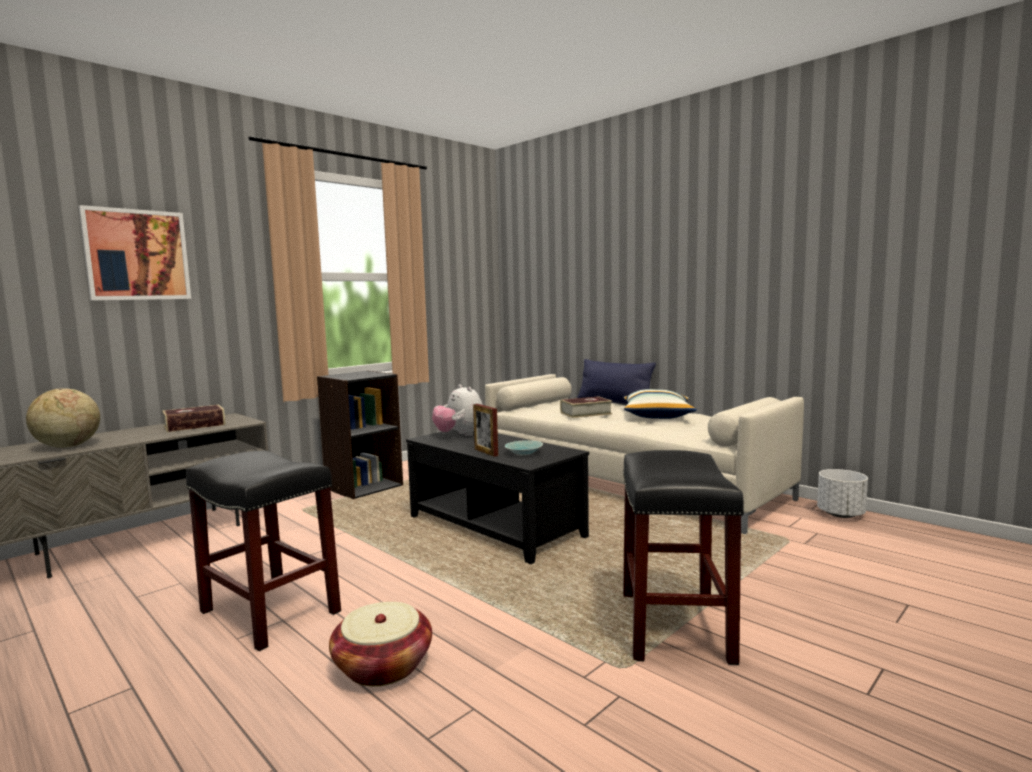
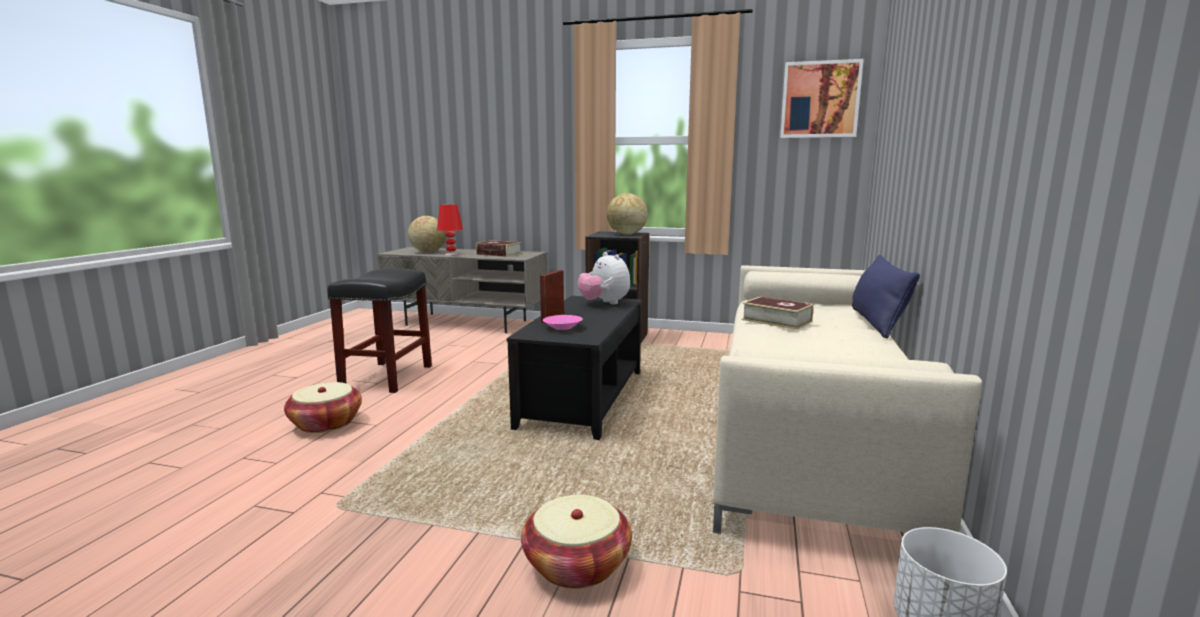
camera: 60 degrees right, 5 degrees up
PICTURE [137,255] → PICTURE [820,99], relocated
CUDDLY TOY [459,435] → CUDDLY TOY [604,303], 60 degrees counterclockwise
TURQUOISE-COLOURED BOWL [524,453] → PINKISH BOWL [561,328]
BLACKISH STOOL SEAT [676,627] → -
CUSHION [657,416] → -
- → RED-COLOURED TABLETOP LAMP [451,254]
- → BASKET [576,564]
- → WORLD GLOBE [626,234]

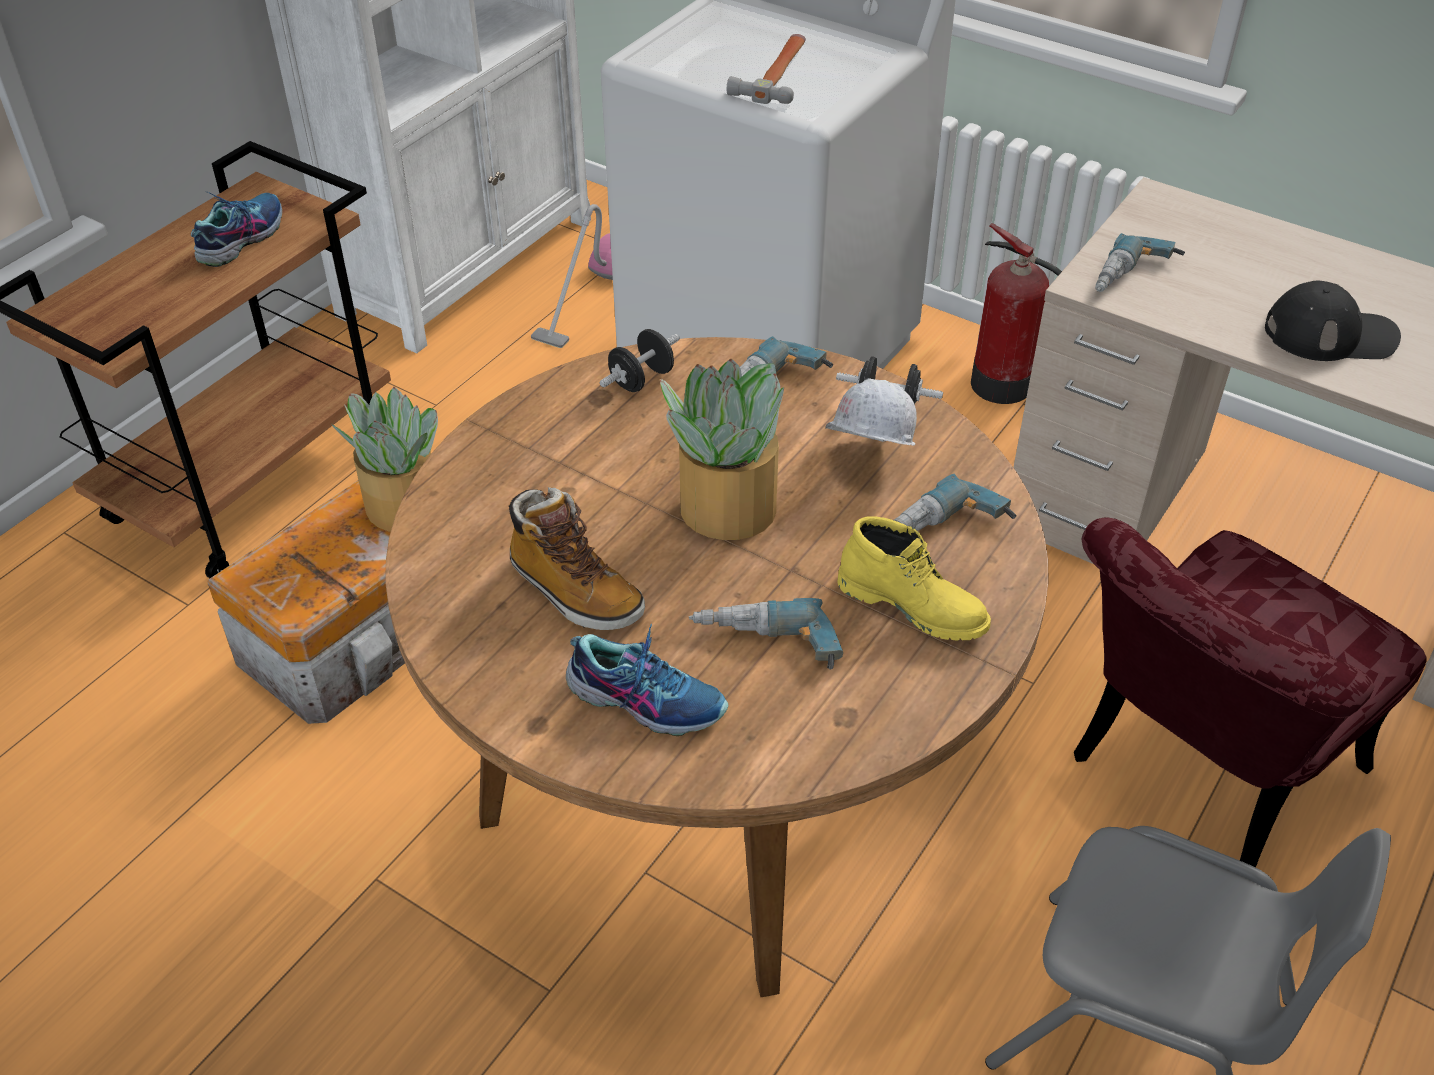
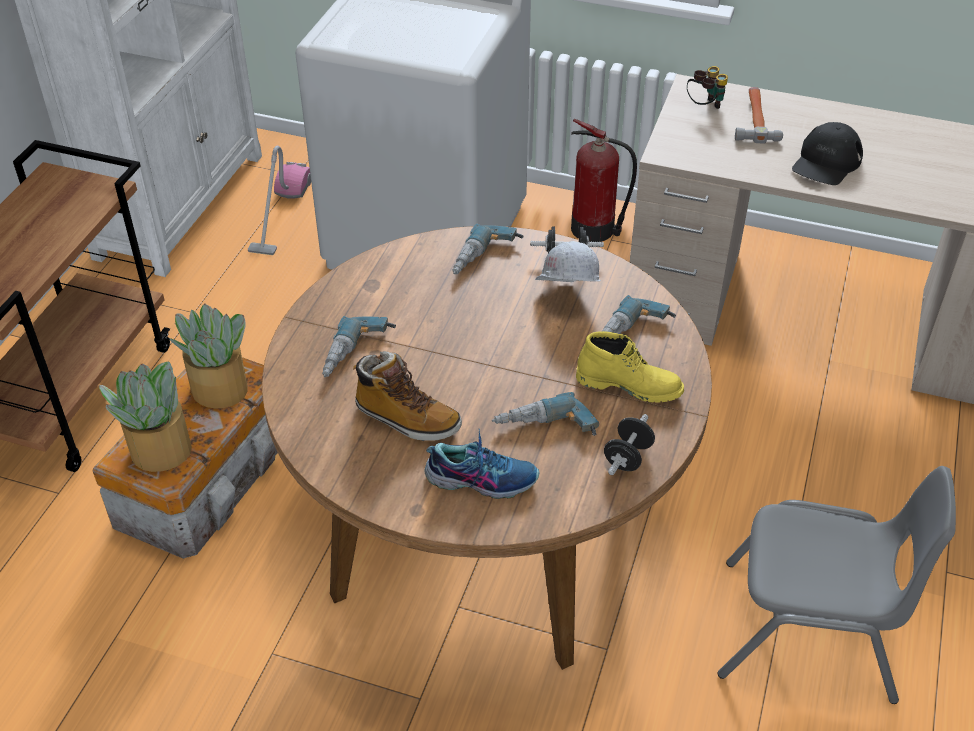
camera: 15 degrees left, 0 degrees up
LOW SHOE [241,238] → -
BLACKISH HAND WEIGHT [641,379] → BLACKISH HAND WEIGHT [627,457], relocated
PLANT IN A POT [725,508] → PLANT IN A POT [160,450], relocated
HAMMER [777,74] → HAMMER [755,118], relocated
RED-COLOURED UPRIGHT CHAIR [1198,779] → -
ELECTRIC DRILL [1135,278] → ELECTRIC DRILL [358,355], relocated
BLACKISH CAP [1330,334] → BLACKISH CAP [826,162], 135 degrees clockwise
- → BINOCULARS [704,106]

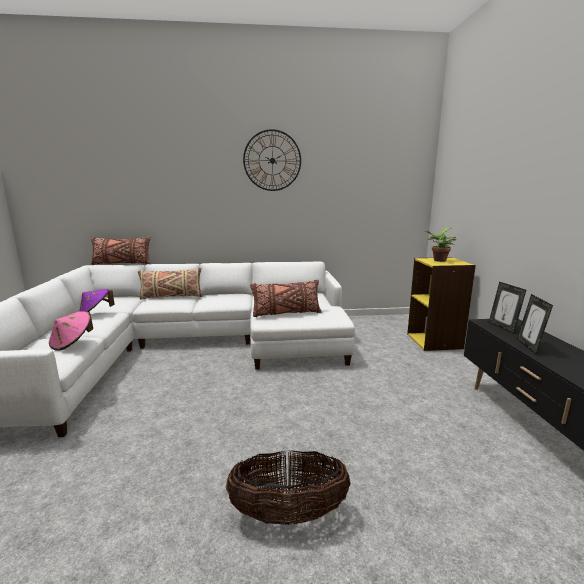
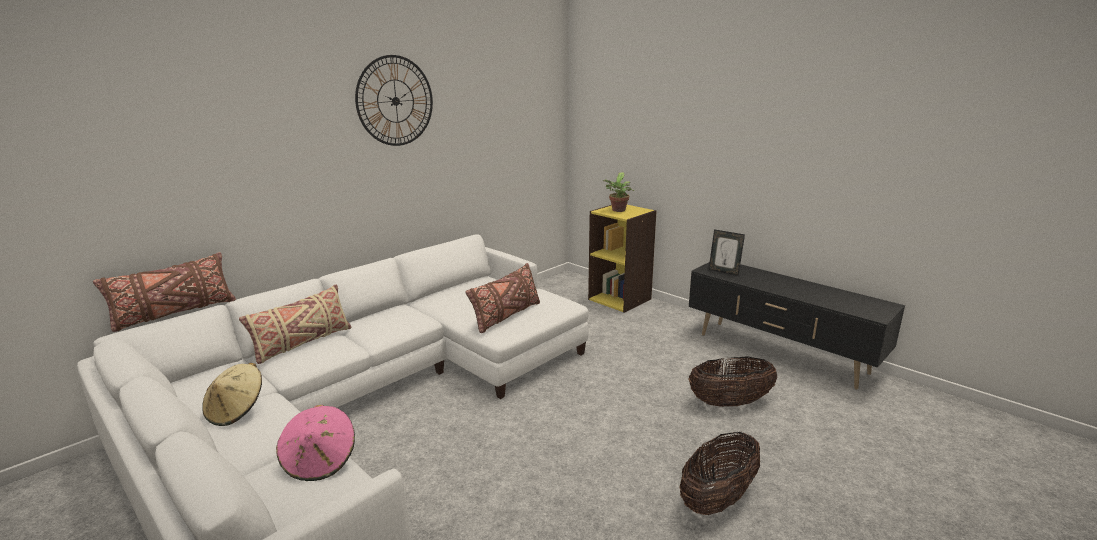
camera: 40 degrees left, 5 degrees up
PURPLE-COLOURED CLOTHING HAT [96,313] → BEIGE CLOTHING HAT [237,411]
STANDING FRAME [529,346] → -
- → BASKET [729,403]

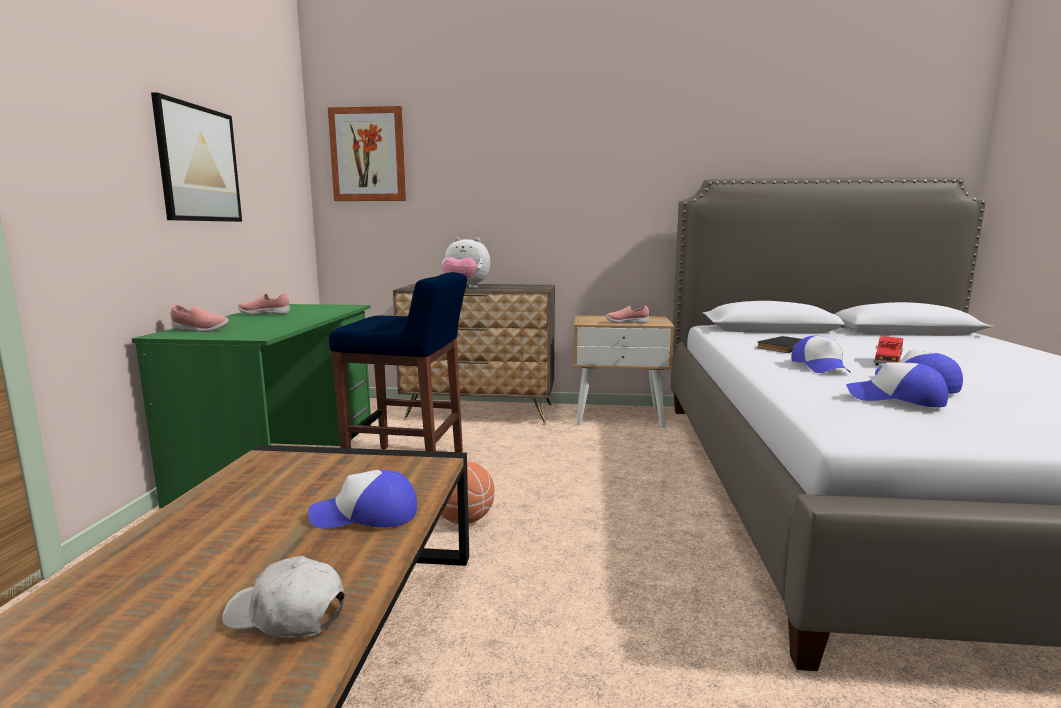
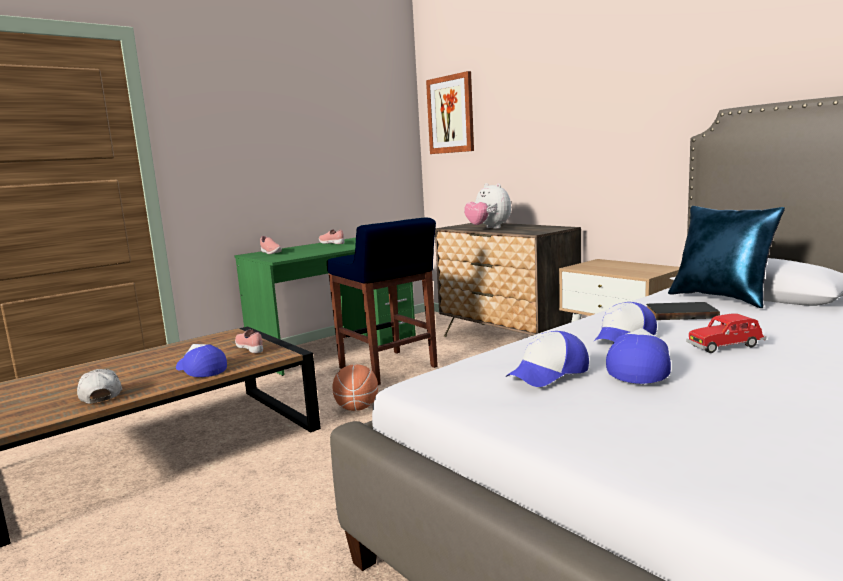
camera: 45 degrees right, 0 degrees up
PICTURE [198,164] → -
PINKISH LOW SHOE [627,323] → PINKISH LOW SHOE [250,349], relocated
CAP [896,399] → CAP [548,373], 105 degrees counterclockwise
- → BLUE-COLOURED CUSHION [722,298]

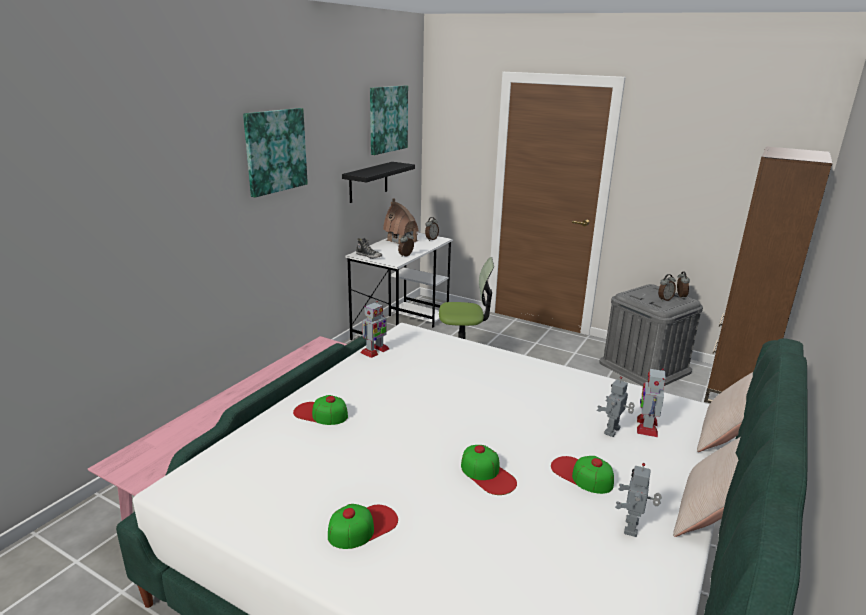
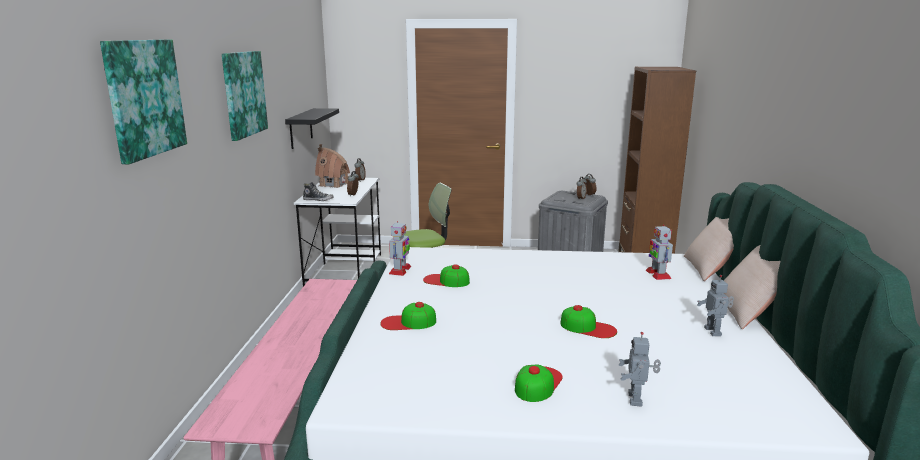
camera: 25 degrees left, 5 degrees down
PICTURE [387,119] → PICTURE [144,98], relocated
CAP [581,474] → CAP [446,280], relocated
ROBOT FIGURE [613,431] → ROBOT FIGURE [636,399], relocated

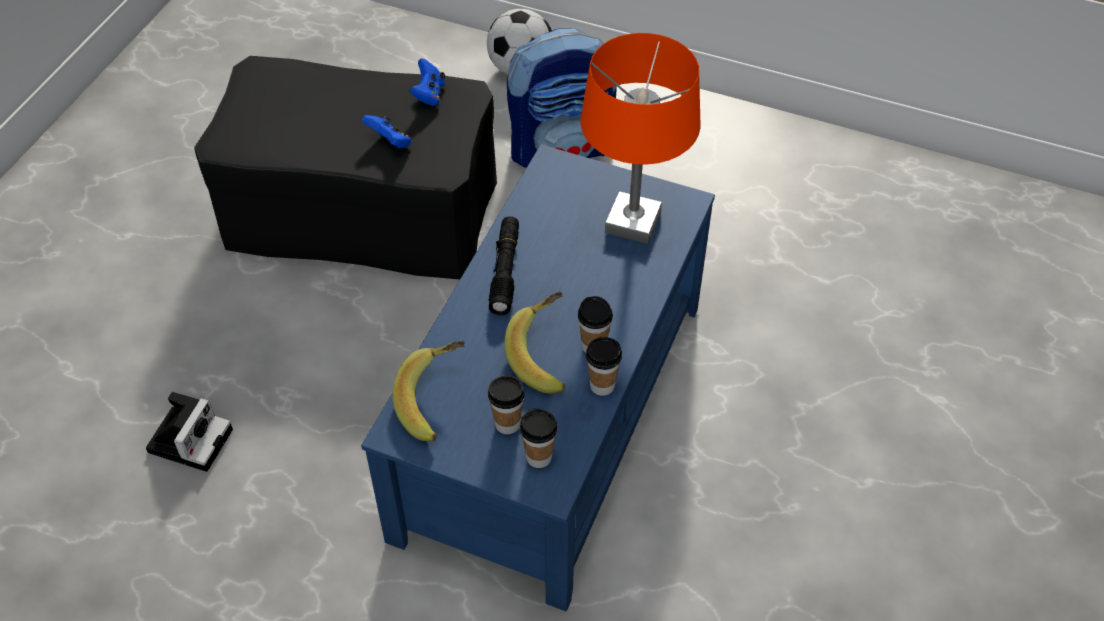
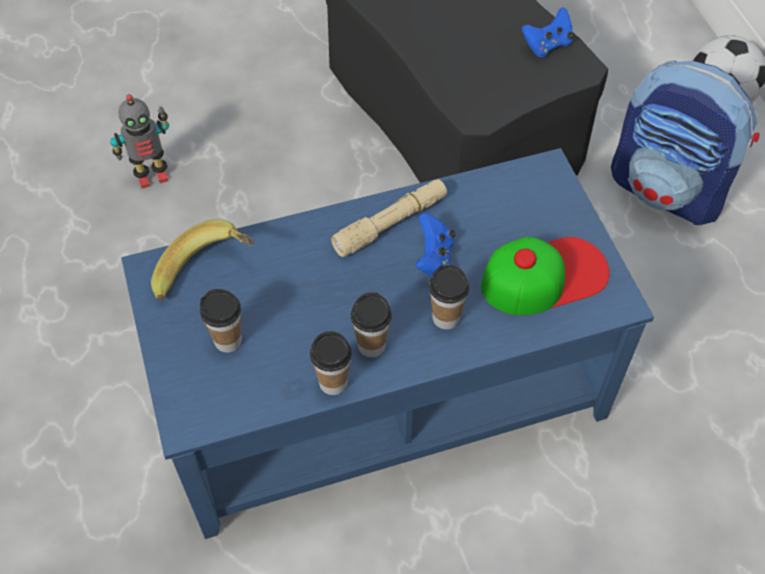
camera: 50 degrees right, 5 degrees up
PHOTO CAMERA [191,438] → ROBOT FIGURE [152,176]
BLUE-COLOURED JOYPAD [389,142] → BLUE-COLOURED JOYPAD [434,259], relocated
BLACKISH FLASHLIGHT [505,271] → BEIGE FLASHLIGHT [390,224]
BANANA [546,355] → -
SMALL CUP [539,457] → SMALL CUP [446,318], relocated
ORANGE-COLOURED TABLETOP LAMP [632,223] → CAP [544,276]

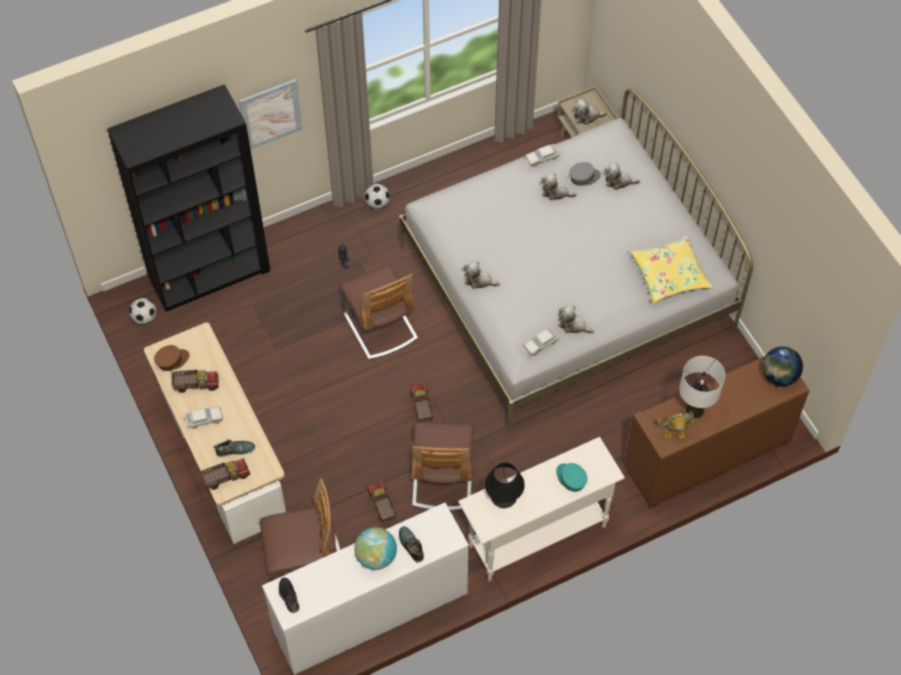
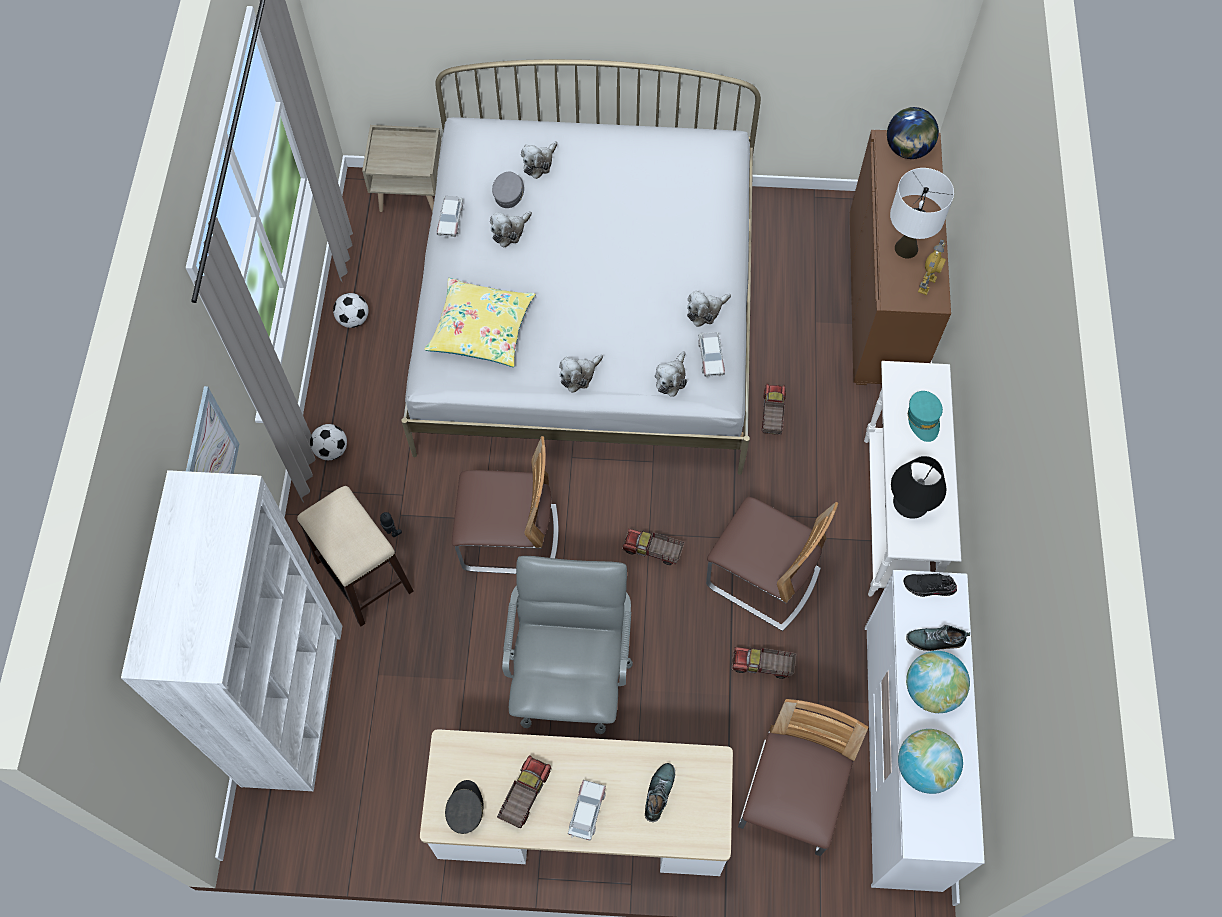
camera: 60 degrees left, 5 degrees up
BLACKISH BOOKCASE [210,273] → WHITISH BOOKCASE [293,703]
BALL FOR FOOTBALL [144,318] → BALL FOR FOOTBALL [353,319], relocated
BROWNISH CAP [172,360] → GRAY CAP [465,809]
TOY LORRY [225,477] → TOY LORRY [771,414], relocated
BLACKISH LOW SHOE [288,596] → BLACKISH LOW SHOE [928,587], relocated
TURQUOISE-COLOURED CAP [571,479] → TURQUOISE-COLOURED CAP [923,419], 90 degrees counterclockwise
CUDDLY TOY [587,116] → CUDDLY TOY [671,378], relocated
YELLOWISH CUSHION [669,274] → YELLOWISH CUSHION [481,329], relocated
- → STOOL SEAT [363,575]
- → GRAY DESK CHAIR [570,676]
- → WORLD GLOBE [923,768]

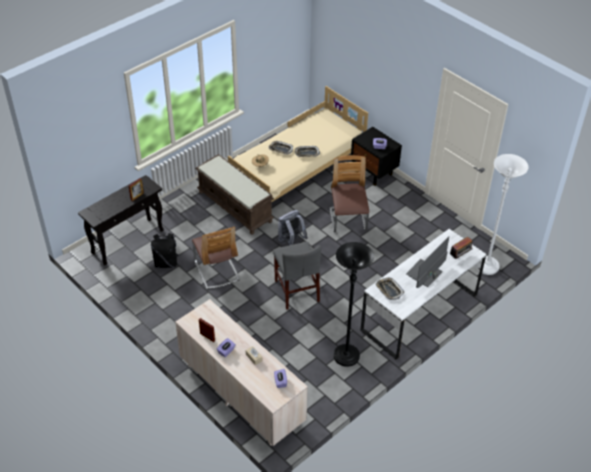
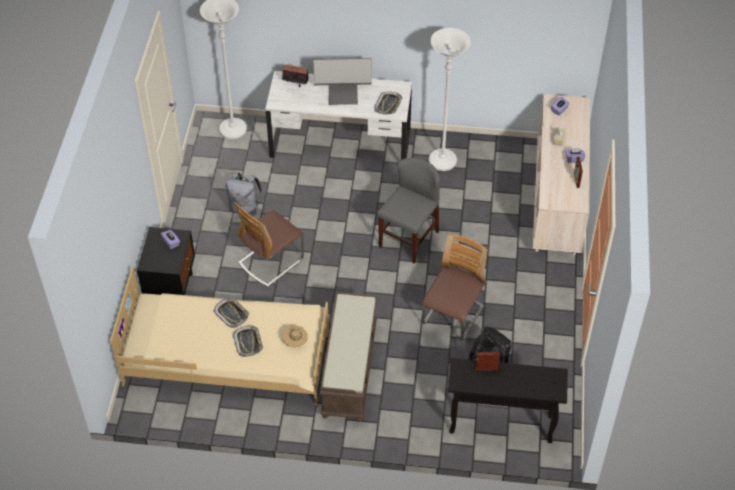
camera: 130 degrees left, 5 degrees up
GRAY BACKPACK [290,241] → GRAY BACKPACK [245,208], relocated
BLACKISH STANDING LAMP [346,356] → WHITISH STANDING LAMP [442,161]

